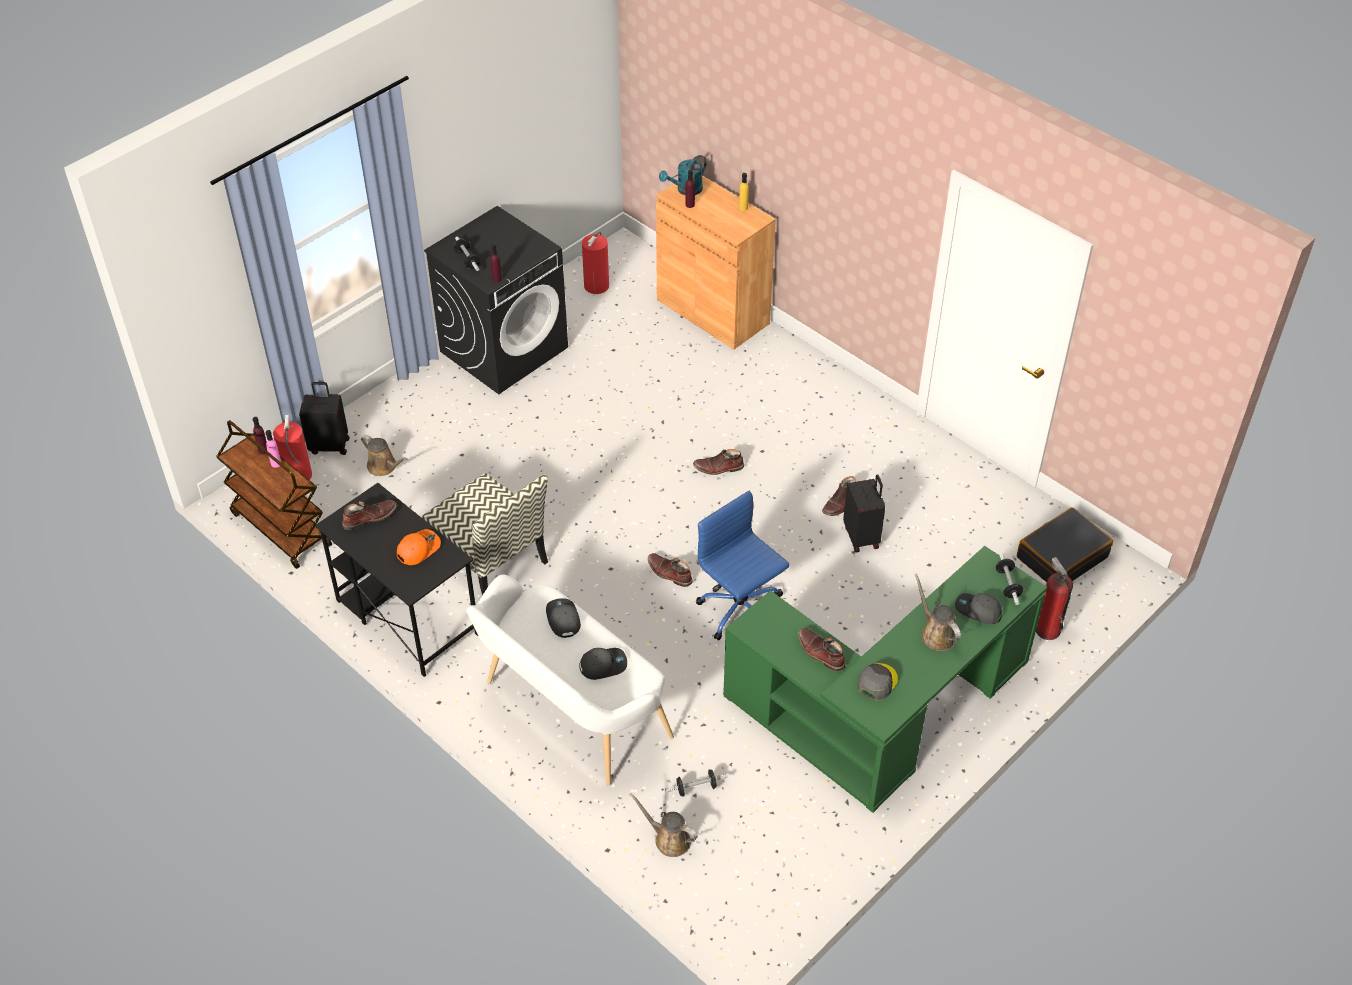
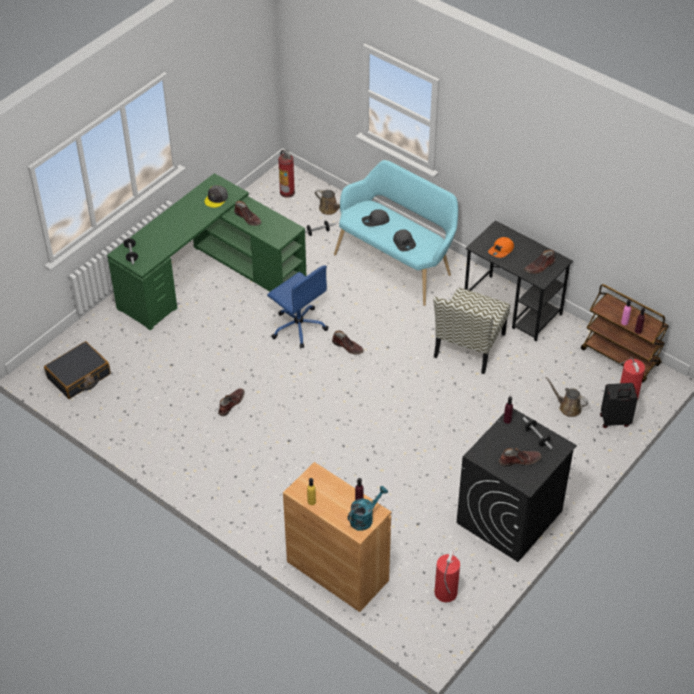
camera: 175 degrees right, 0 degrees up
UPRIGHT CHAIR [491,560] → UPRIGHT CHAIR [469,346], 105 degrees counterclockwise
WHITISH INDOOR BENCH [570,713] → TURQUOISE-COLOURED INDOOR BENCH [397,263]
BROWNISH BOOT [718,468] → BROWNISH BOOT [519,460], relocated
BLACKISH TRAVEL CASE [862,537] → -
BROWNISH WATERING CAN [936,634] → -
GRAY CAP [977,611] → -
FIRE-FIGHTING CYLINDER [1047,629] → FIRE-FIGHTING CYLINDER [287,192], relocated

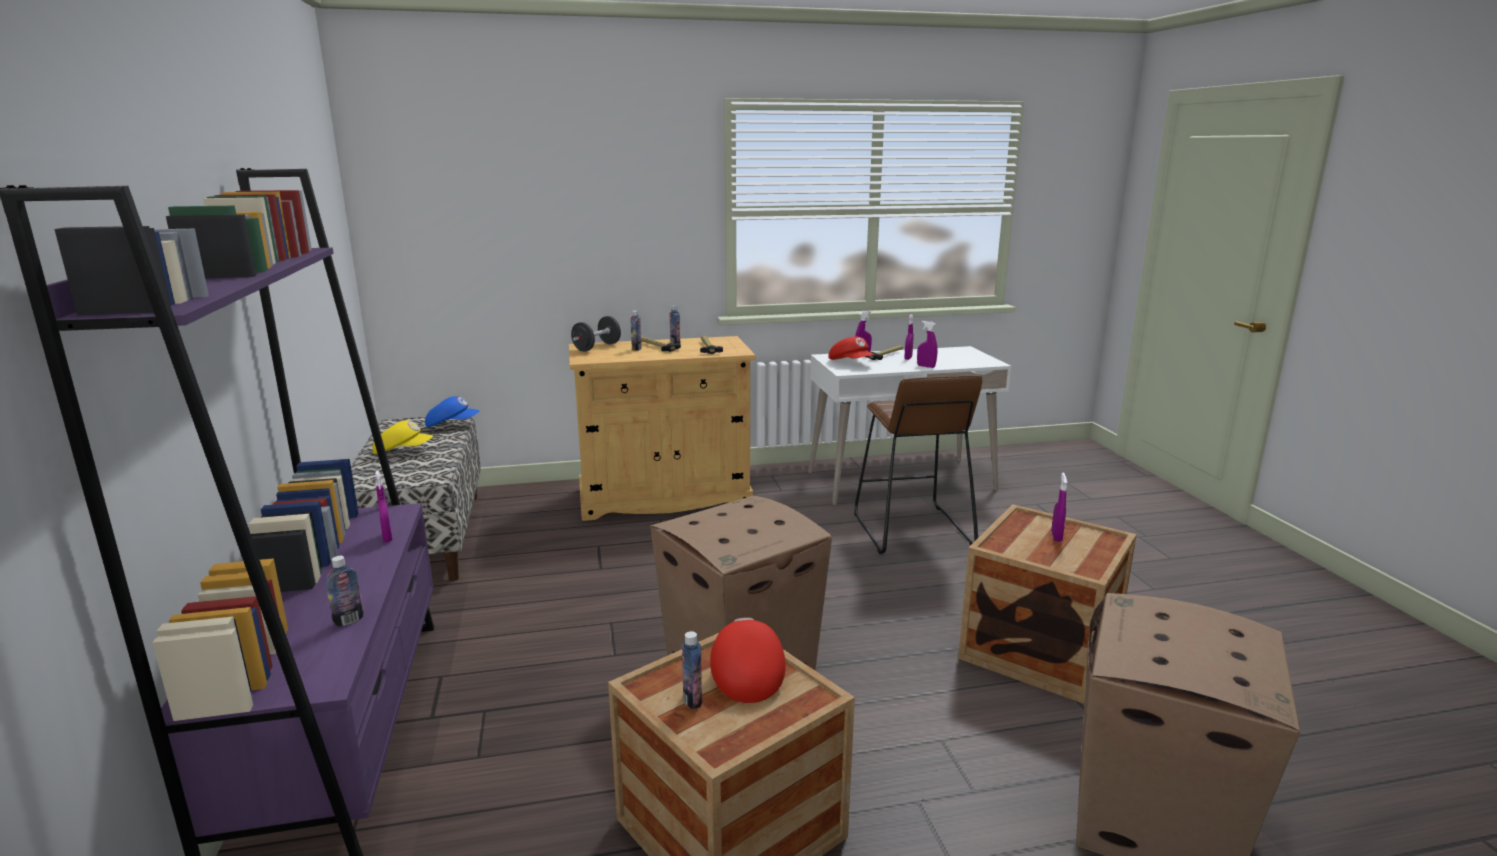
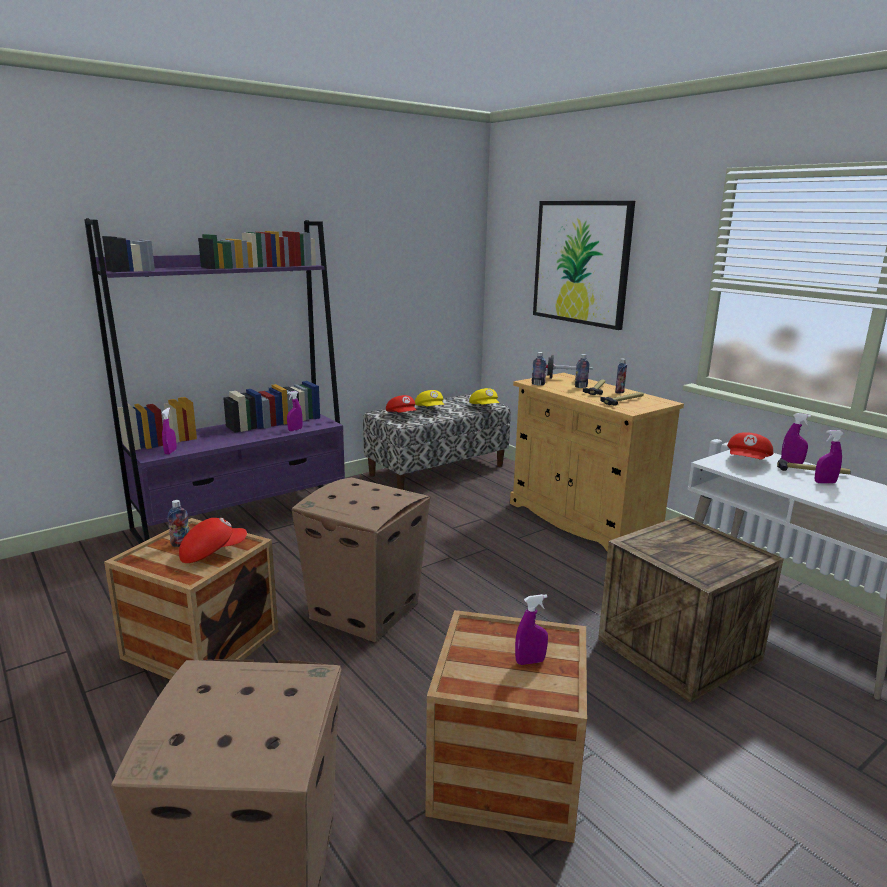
camera: 65 degrees right, 0 degrees up
BOTTLE [349,620] → BOTTLE [538,384], relocated
BLUE-COLOURED CAP [452,424] → YELLOWISH CAP [485,407]
BROWNISH STOOL SEAT [910,529] → CRATE [678,649]
PURPLE-COLOURED SPRAYER [926,366] → PURPLE-COLOURED SPRAYER [170,452], relocated
- → RED-COLOURED CAP [402,415]
- → PICTURE [581,263]

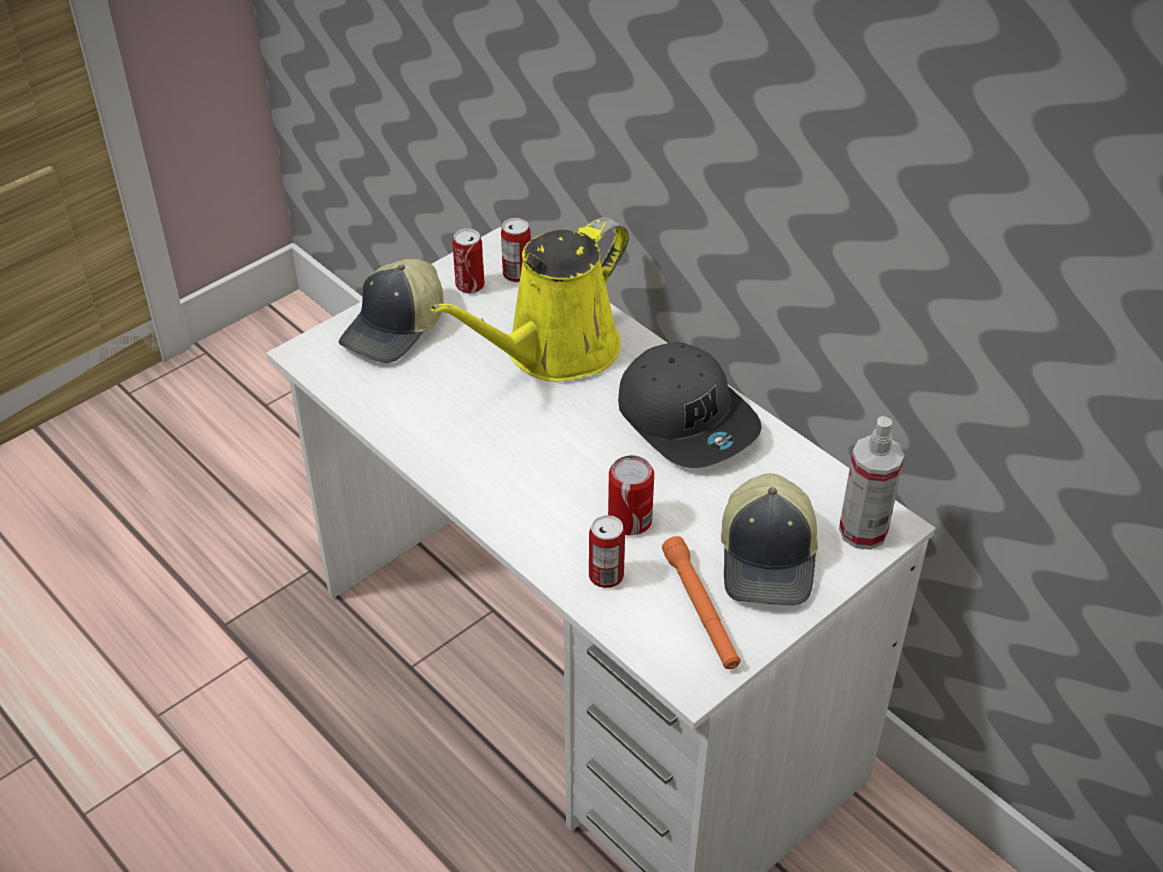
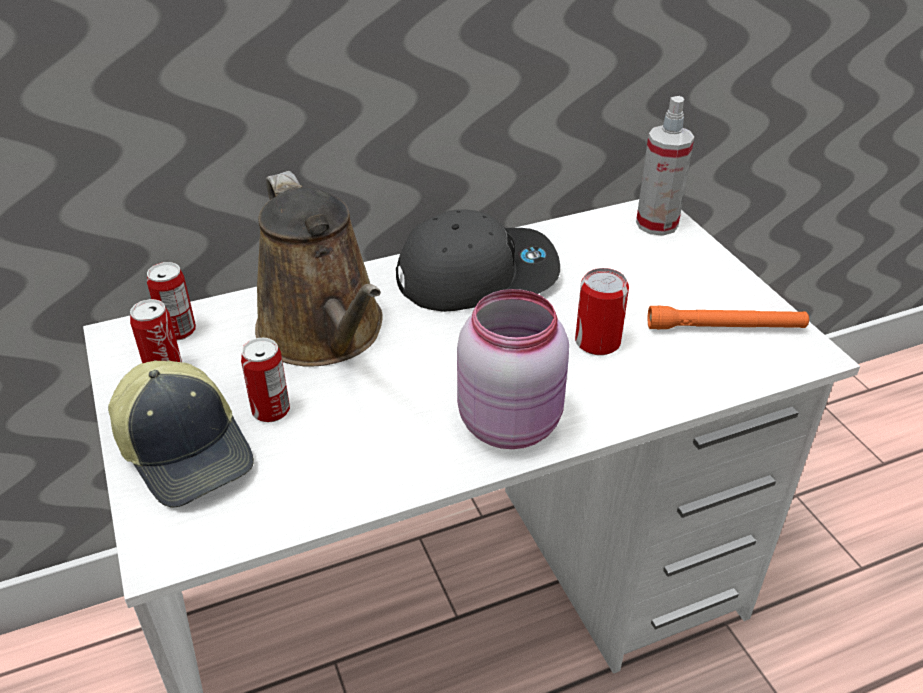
camera: 70 degrees left, 5 degrees down
YELLOWISH WATERING CAN [554,352] → BROWNISH WATERING CAN [325,334]
CAN [606,576] → CAN [271,410], relocated
CAP [769,559] → -
- → PINKISH STORAGE JAR [511,421]

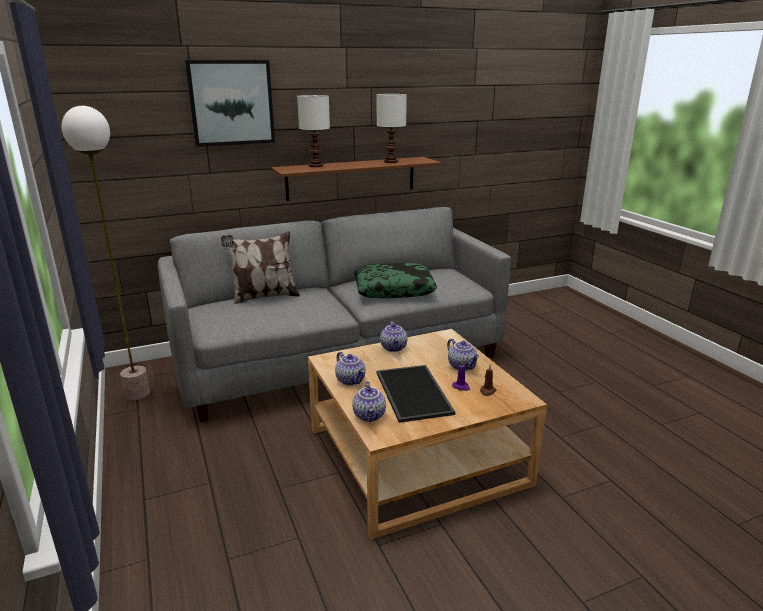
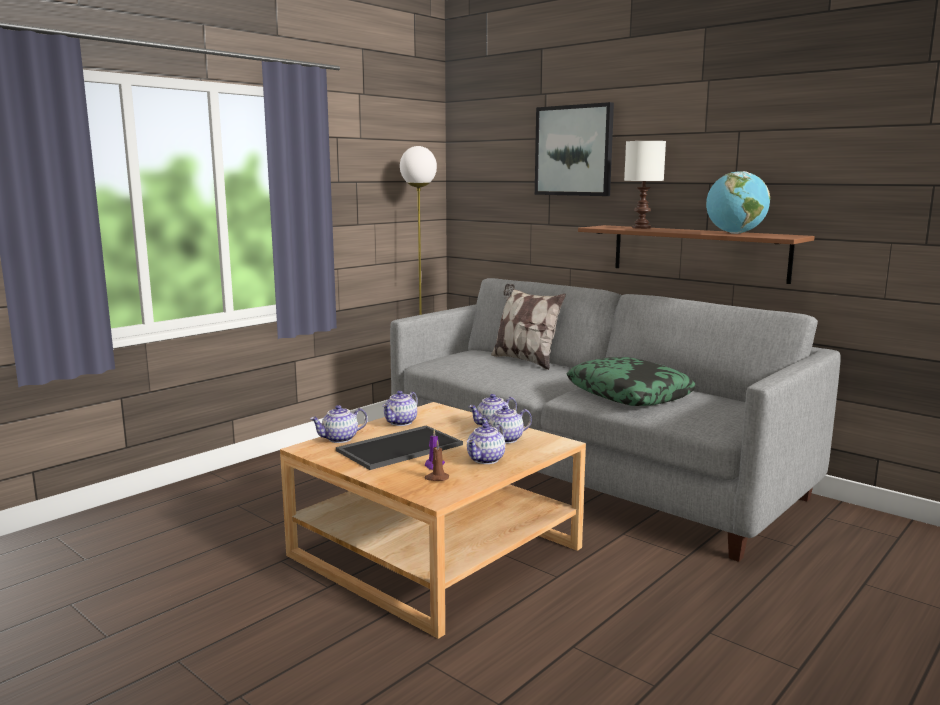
camera: 65 degrees right, 10 degrees down
WHITISH TABLETOP LAMP [391,162] → WORLD GLOBE [735,233]
- → POT FOR TEA [505,440]

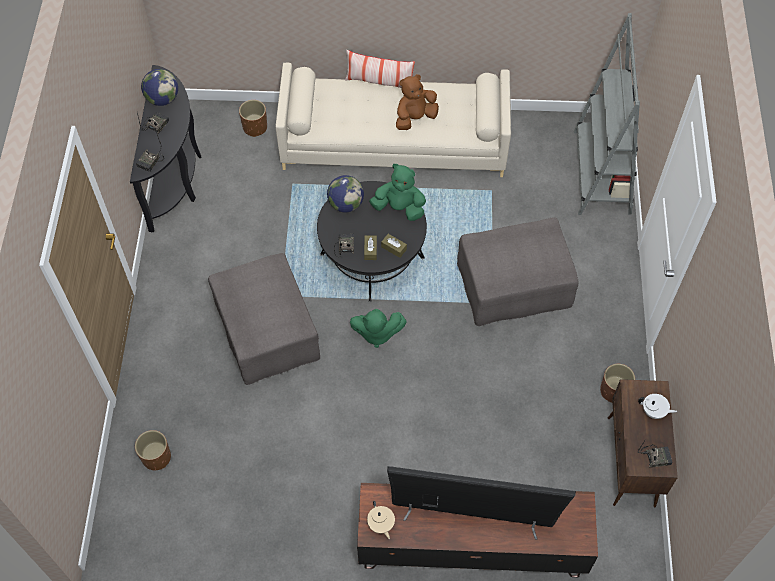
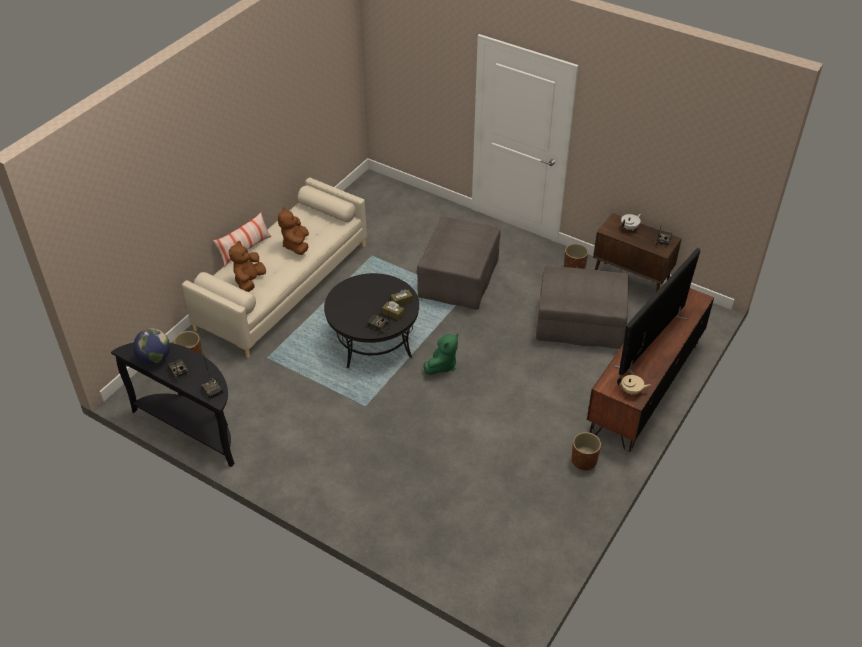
camera: 60 degrees left, 15 degrees down
BROWNISH PLANTER [156,457] → BROWNISH PLANTER [584,461], relocated
GRAY FOOTREST [266,331] → GRAY FOOTREST [579,324], relocated
WORLD GLOBE [346,204] → -
GREENISH CUDDLY TOY [399,208] → -
GRAY BOOKCASE [601,172] → -
- → BROWNISH CUDDLY TOY [249,281]

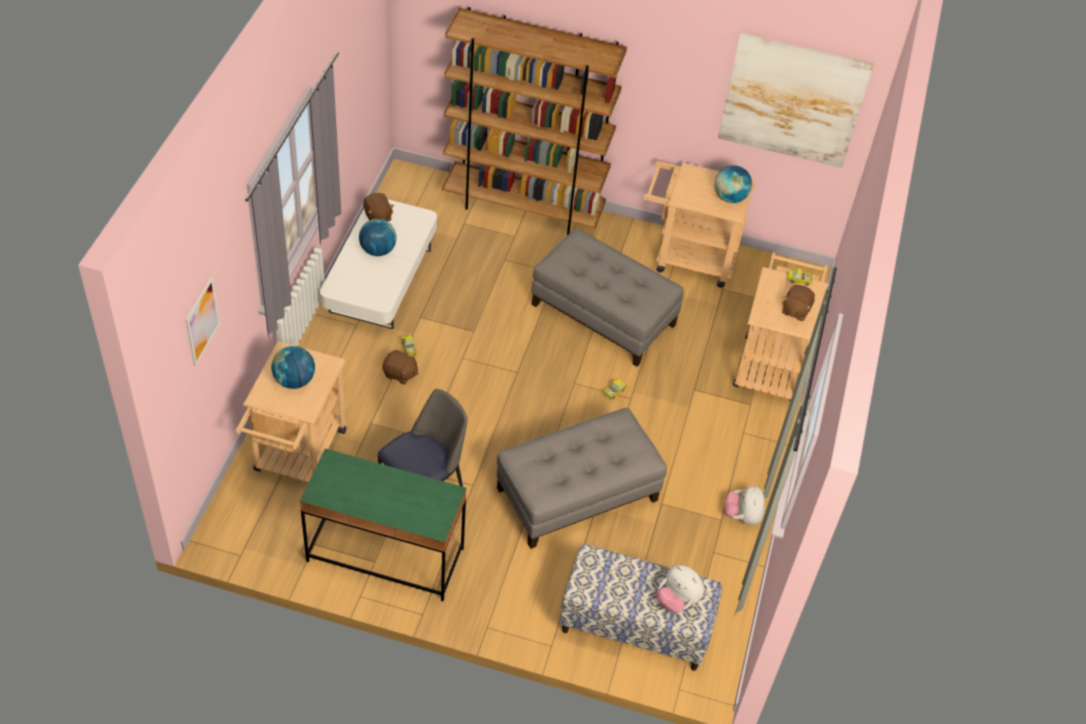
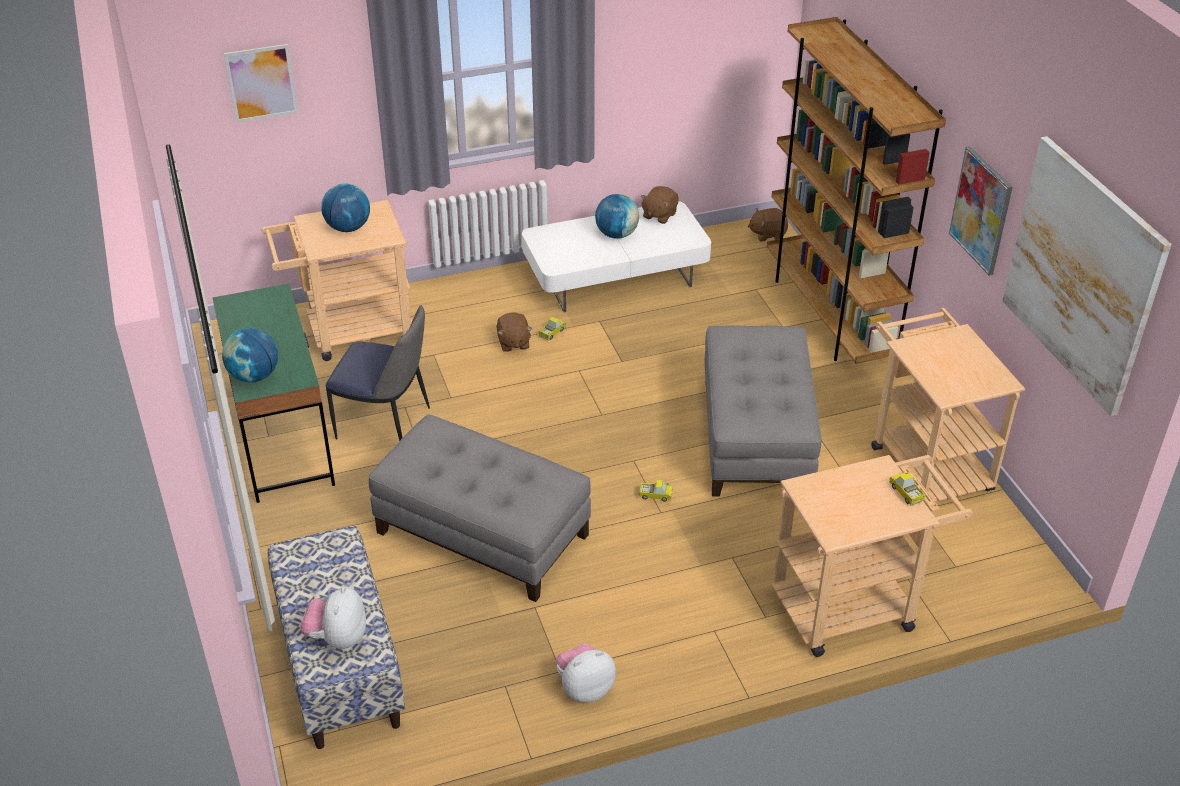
camera: 60 degrees right, 10 degrees down
WORLD GLOBE [730,197] → WORLD GLOBE [254,376], relocated
BROWNISH CUDDLY TOY [795,310] → BROWNISH CUDDLY TOY [767,234], relocated
- → PICTURE [981,210]

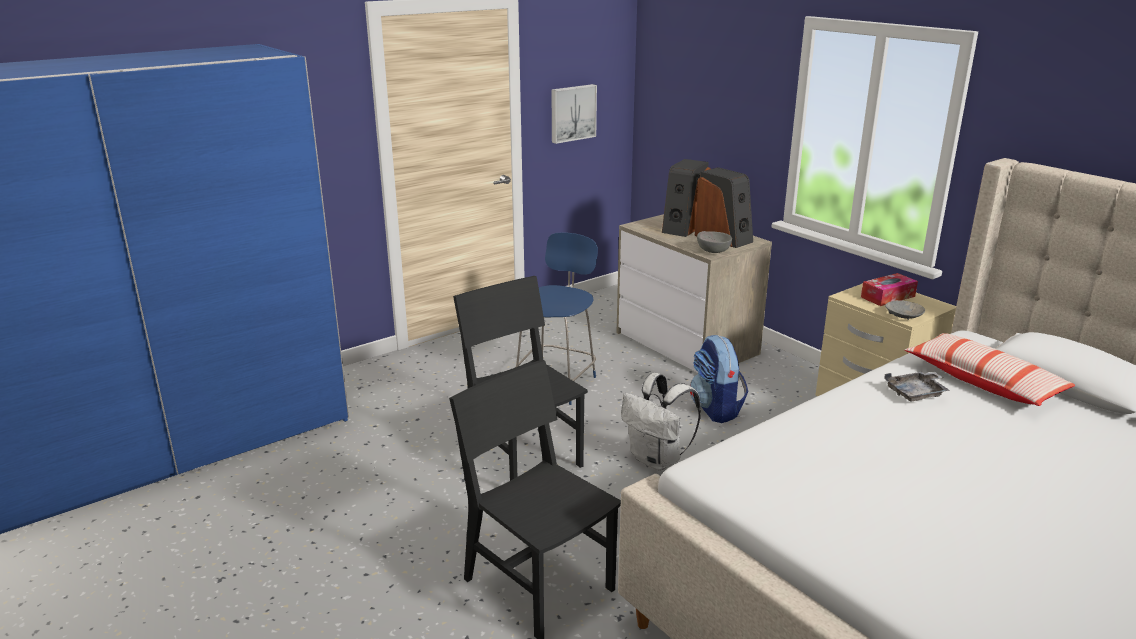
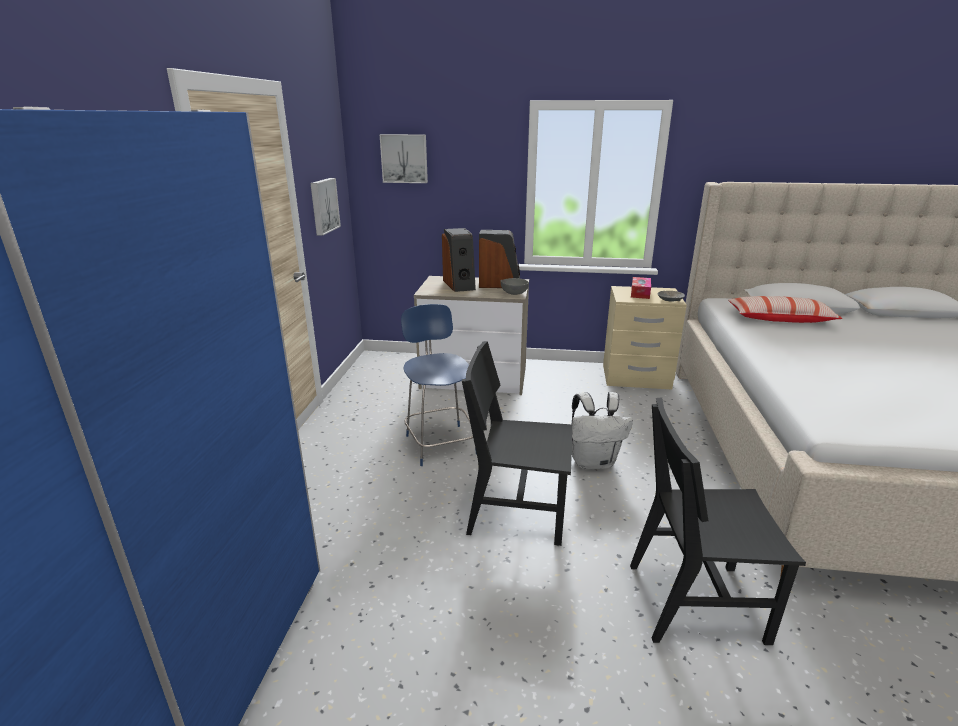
camera: 45 degrees left, 0 degrees up
BACKPACK [716,409] → -
GRAY TRAY [916,393] → -
- → PICTURE [404,158]

